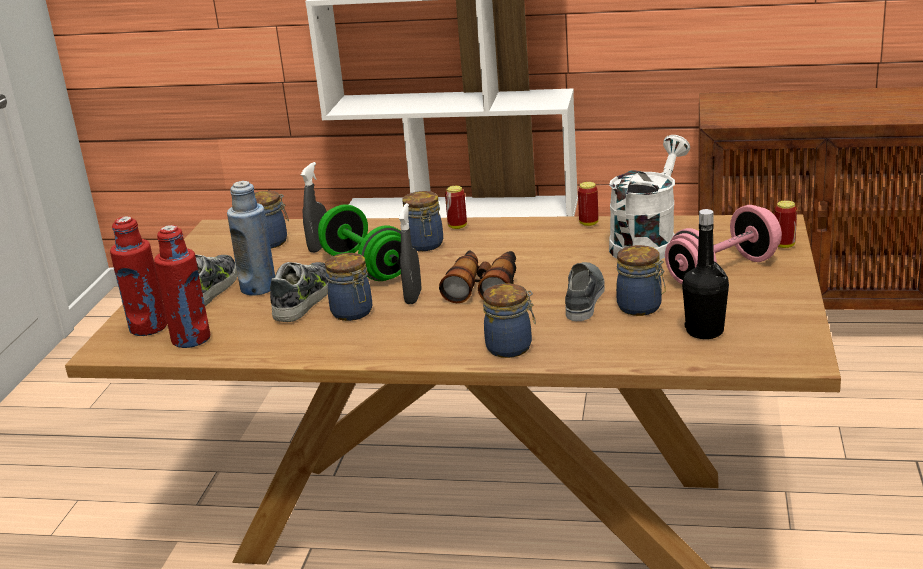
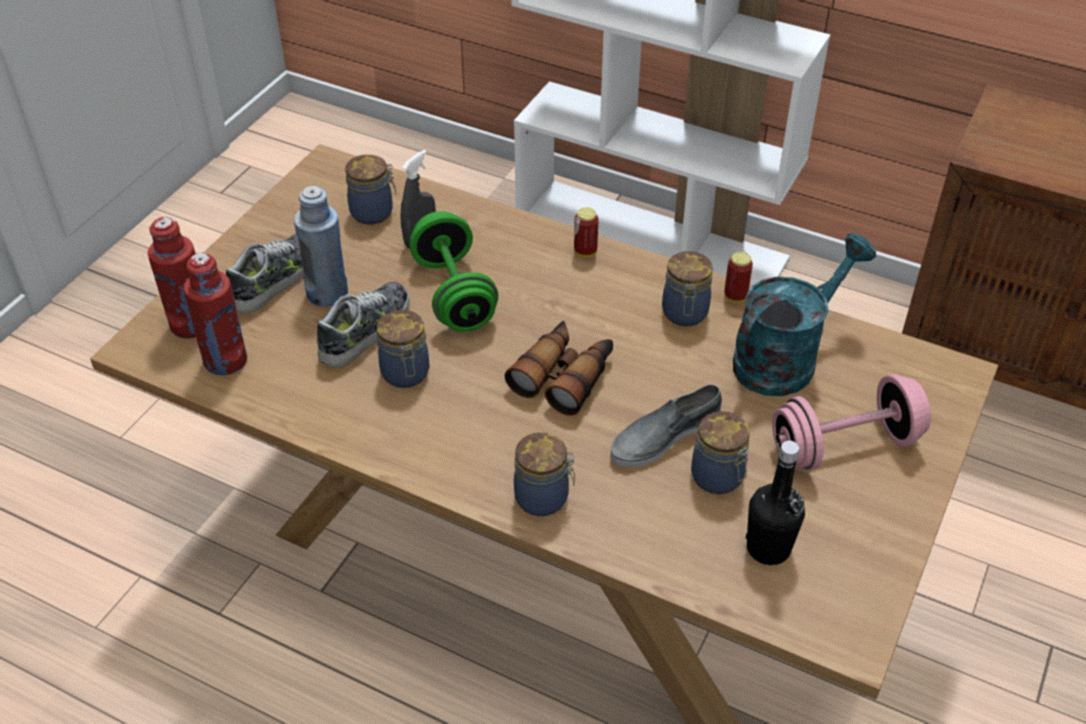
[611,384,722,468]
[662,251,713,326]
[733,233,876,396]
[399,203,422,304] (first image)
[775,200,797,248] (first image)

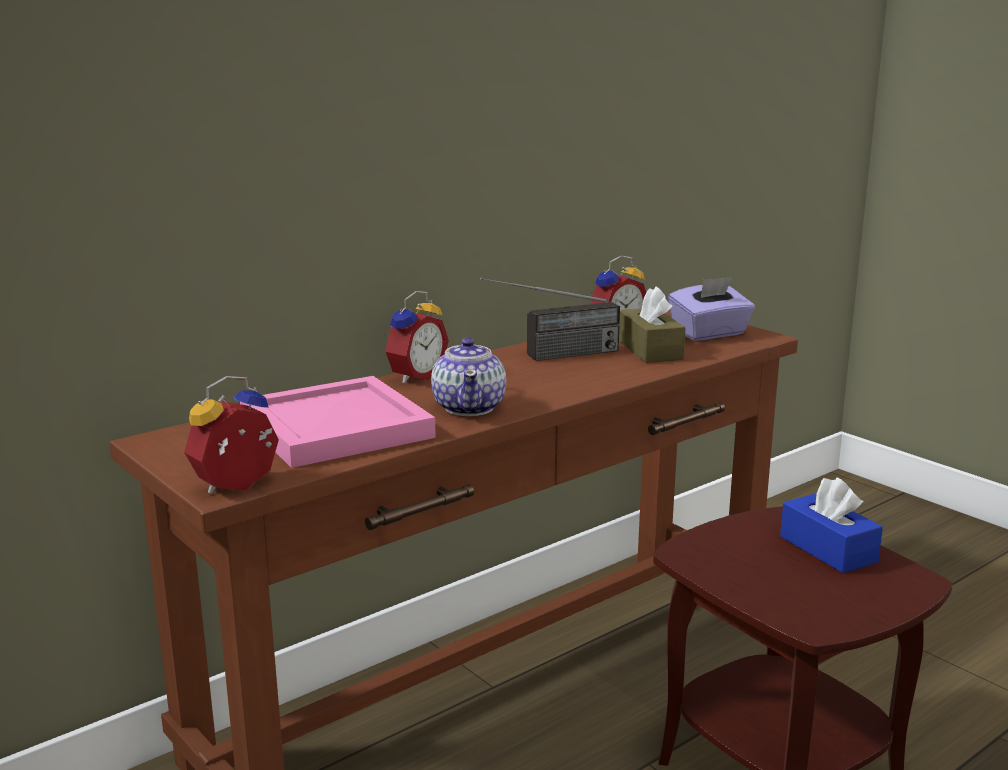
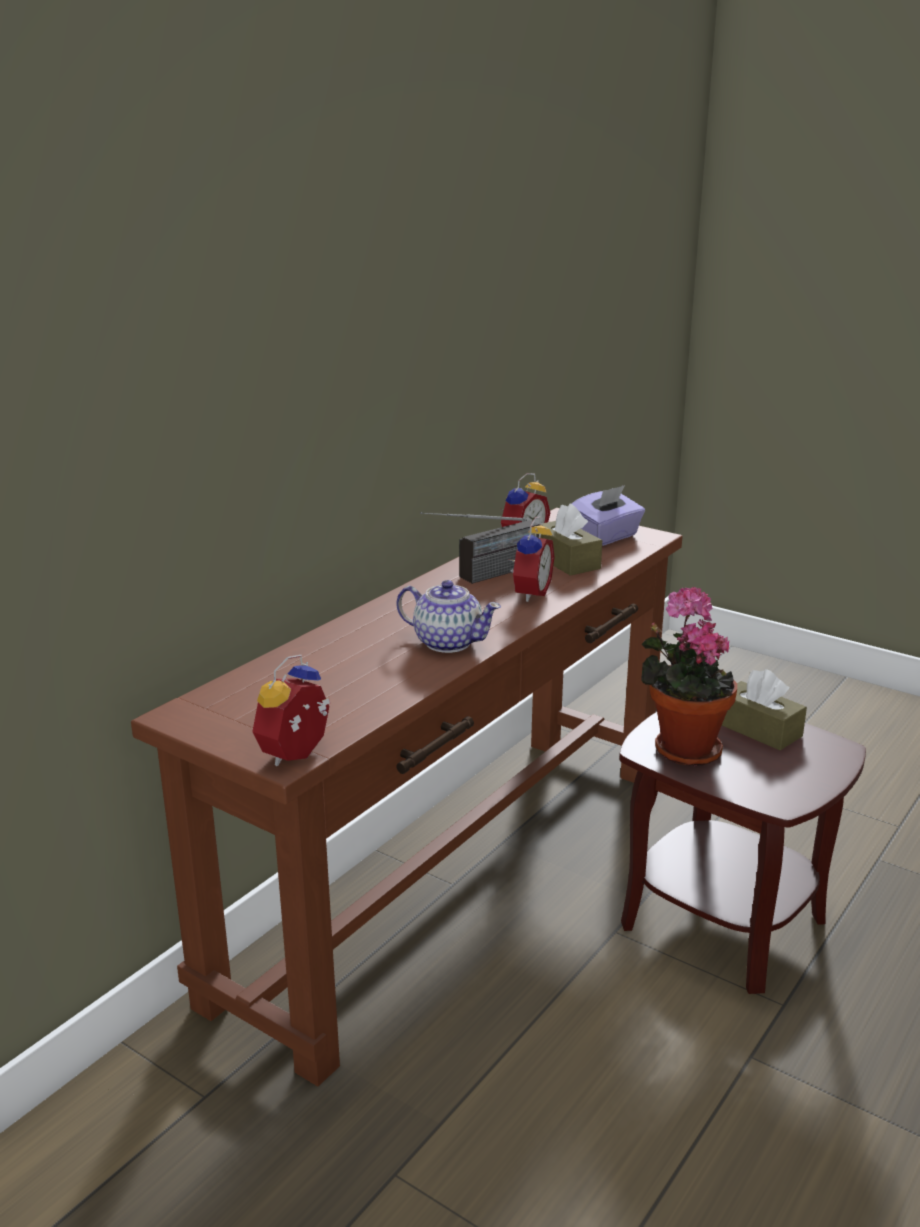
[396,580,501,653]
[507,516,555,602]
[641,587,737,766]
[722,669,807,750]
[240,376,436,468] (first image)

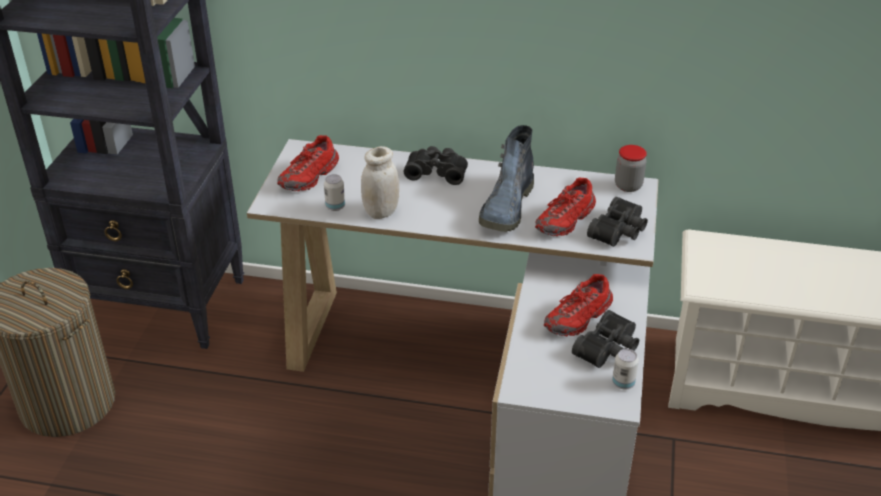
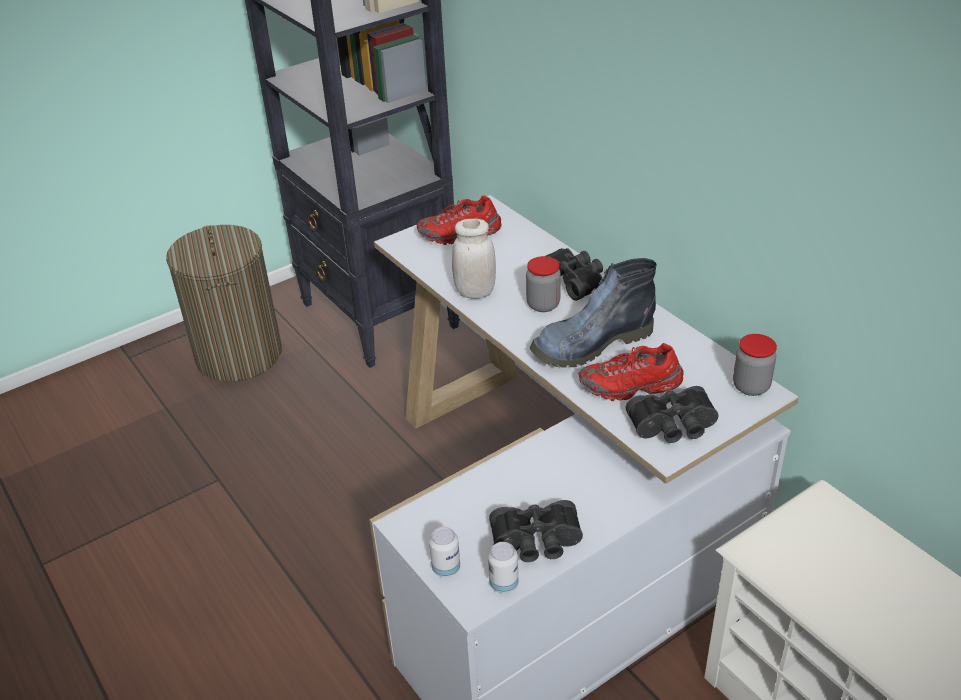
[429,527,460,577]
[526,256,561,312]
[544,274,613,336] (first image)

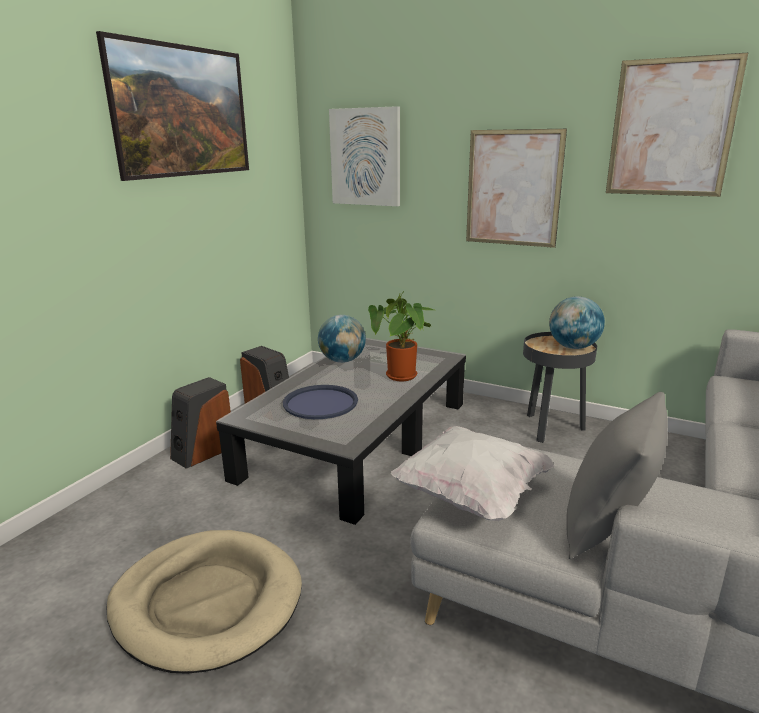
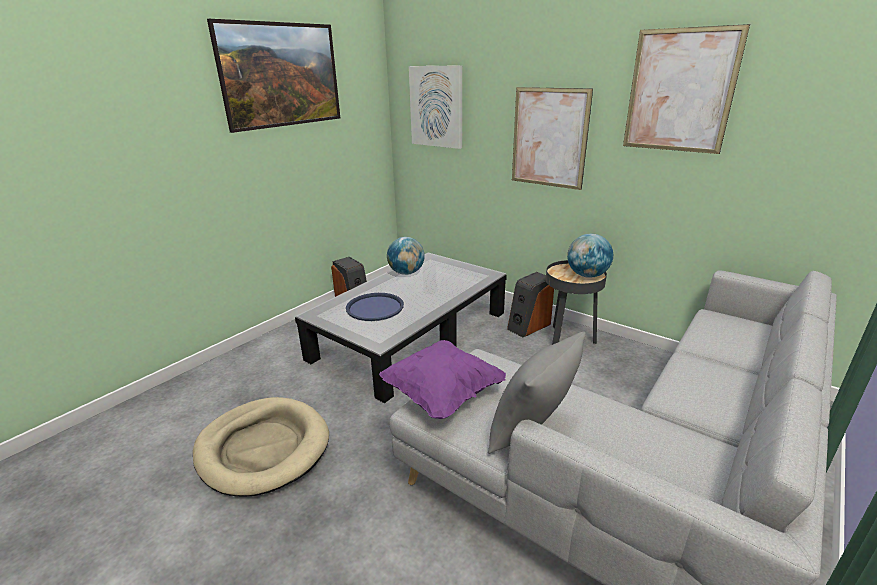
[379,340,506,419]
[507,272,554,337]
[368,291,434,381] (first image)

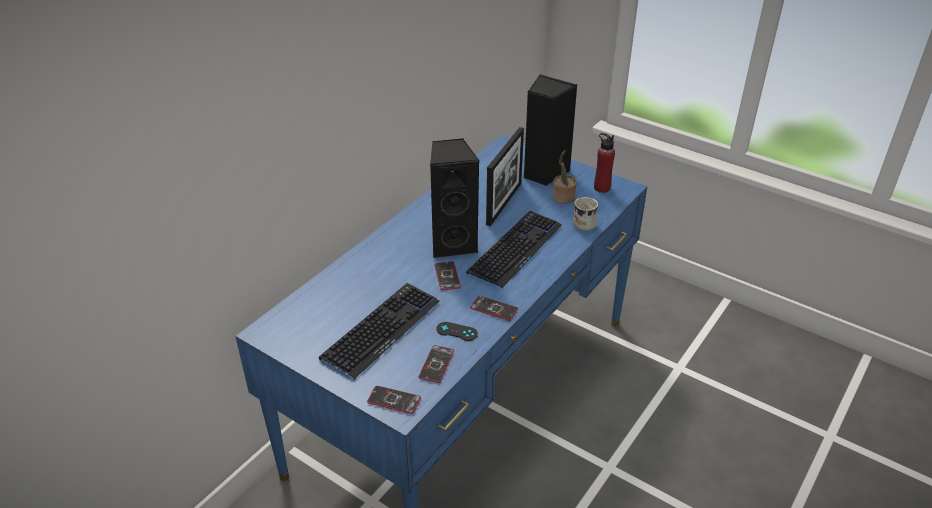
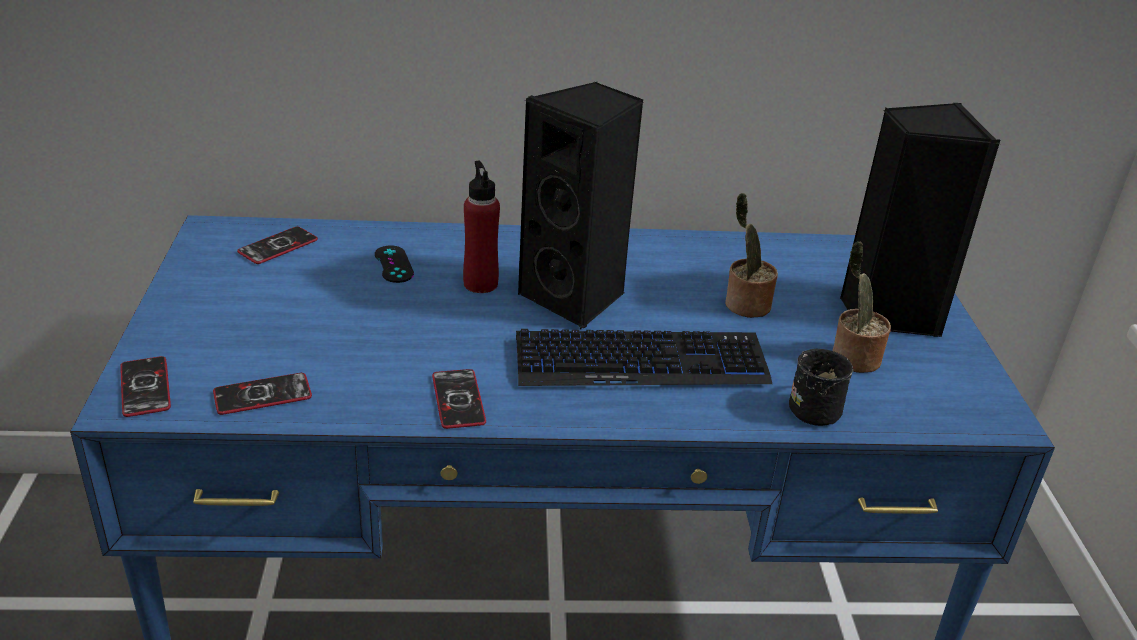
[237,226,318,264]
[375,245,414,283]
[463,161,500,293]
[725,193,778,318]
[789,349,853,426]
[319,283,439,379] (first image)

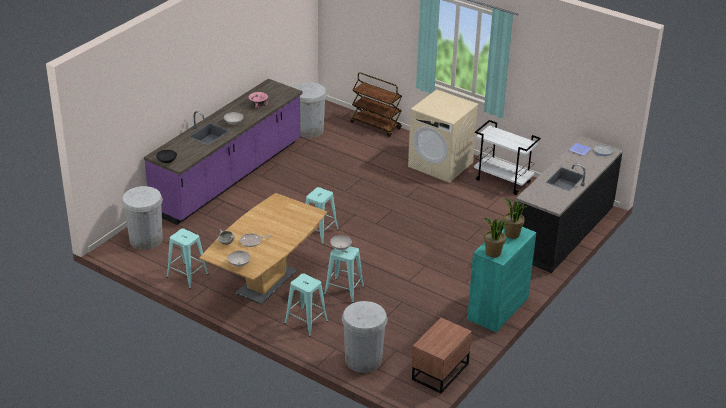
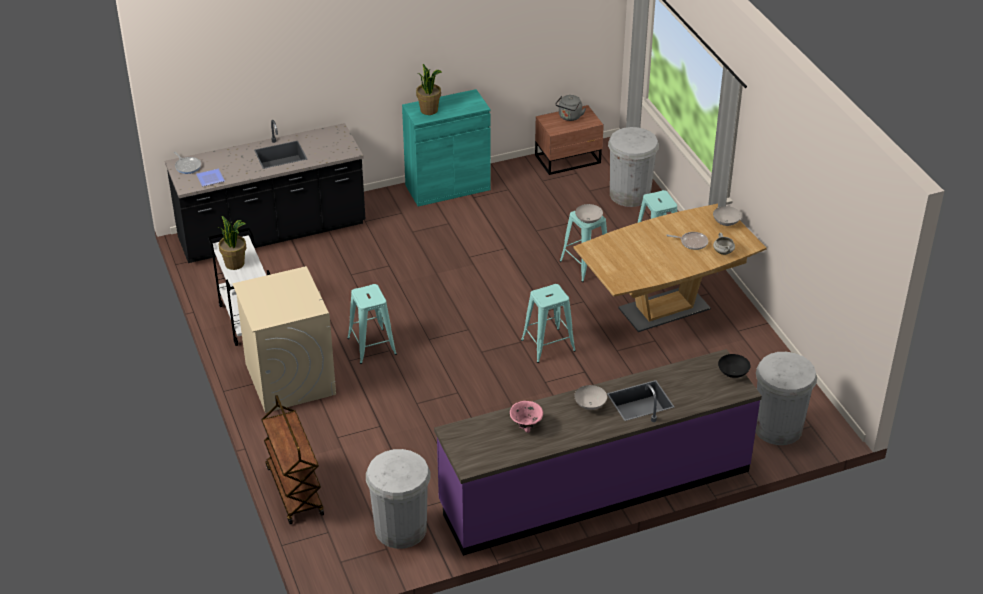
[218,216,247,270]
[347,284,397,364]
[555,95,586,121]

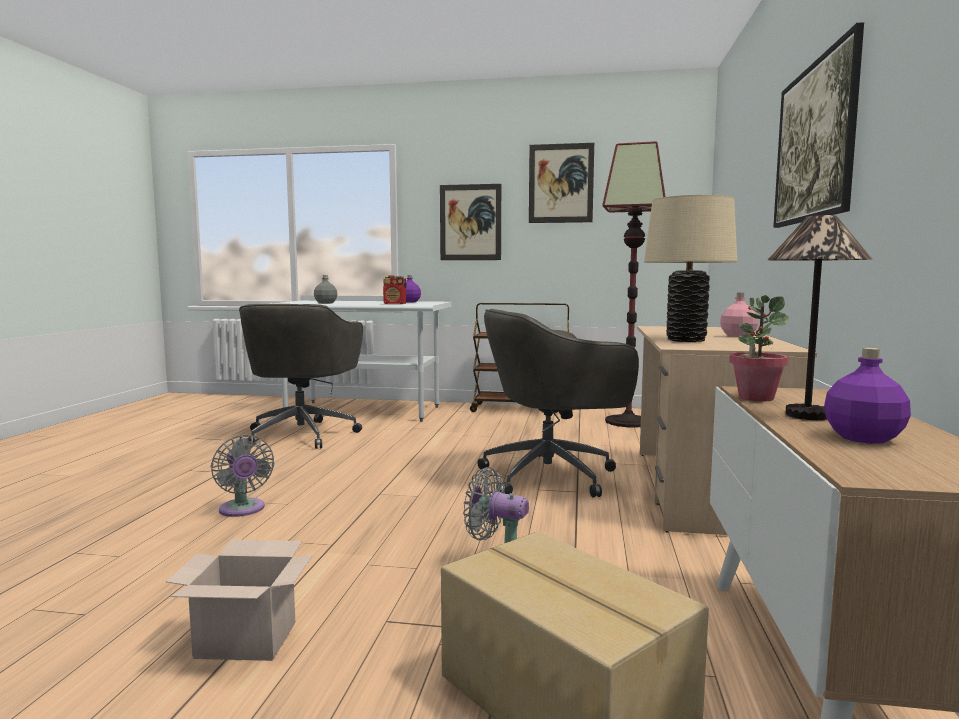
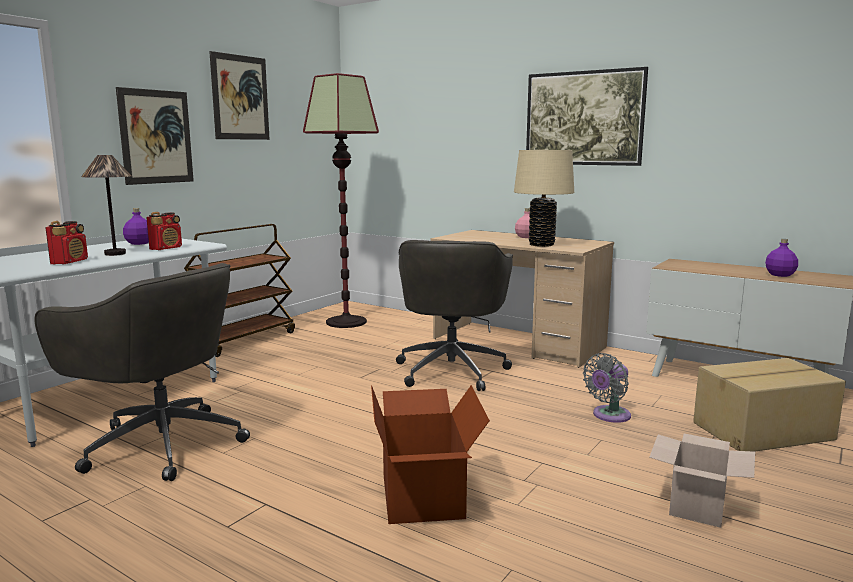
[46,221,88,265]
[81,155,131,256]
[371,385,490,524]
[729,295,789,401] (first image)

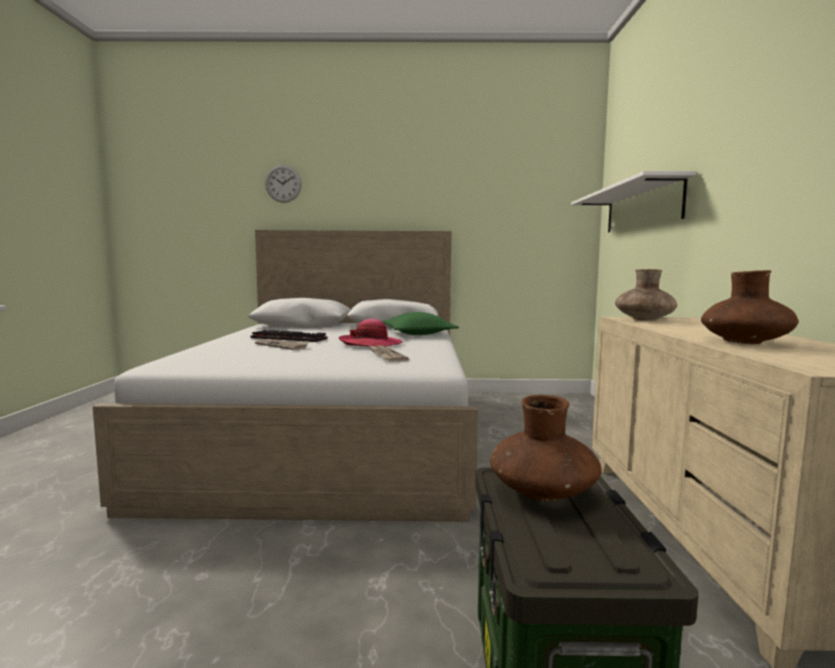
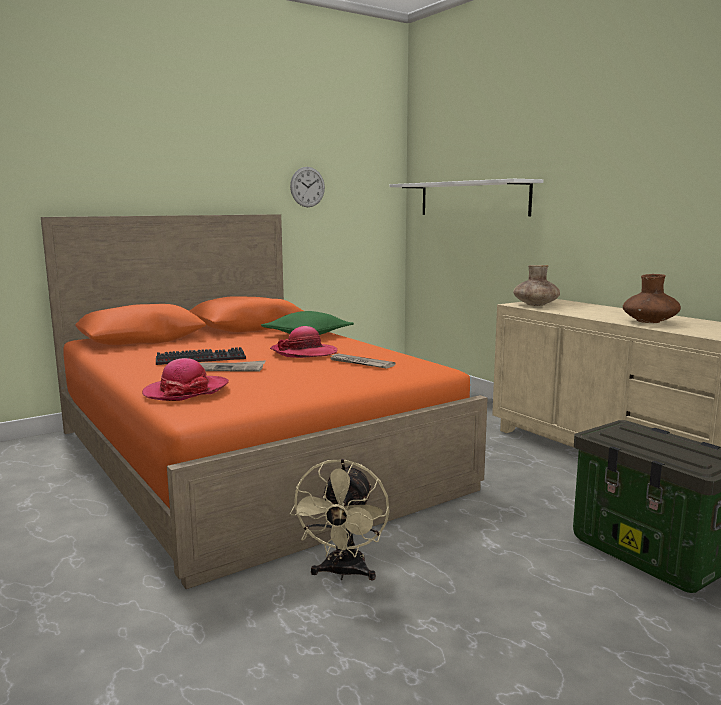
[41,214,488,589]
[142,358,229,401]
[290,167,325,207]
[290,459,390,581]
[490,395,602,501] (first image)

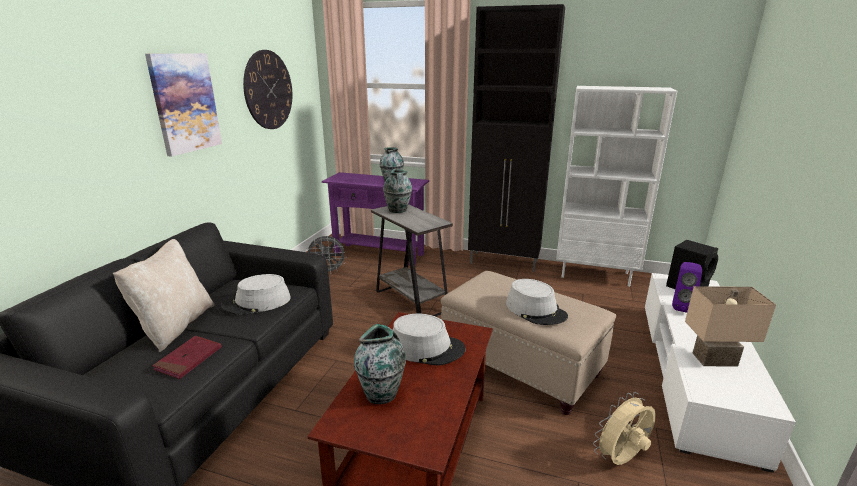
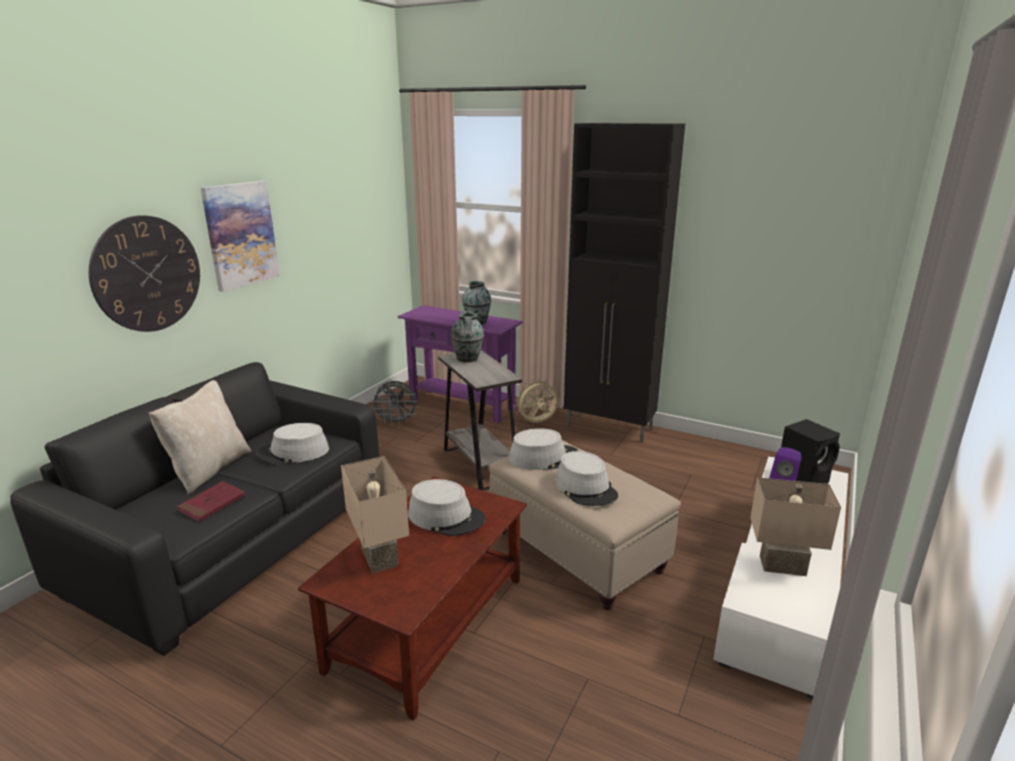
[89,215,200,332]
[341,456,409,573]
[509,428,578,470]
[514,378,559,423]
[556,86,677,287] (first image)

